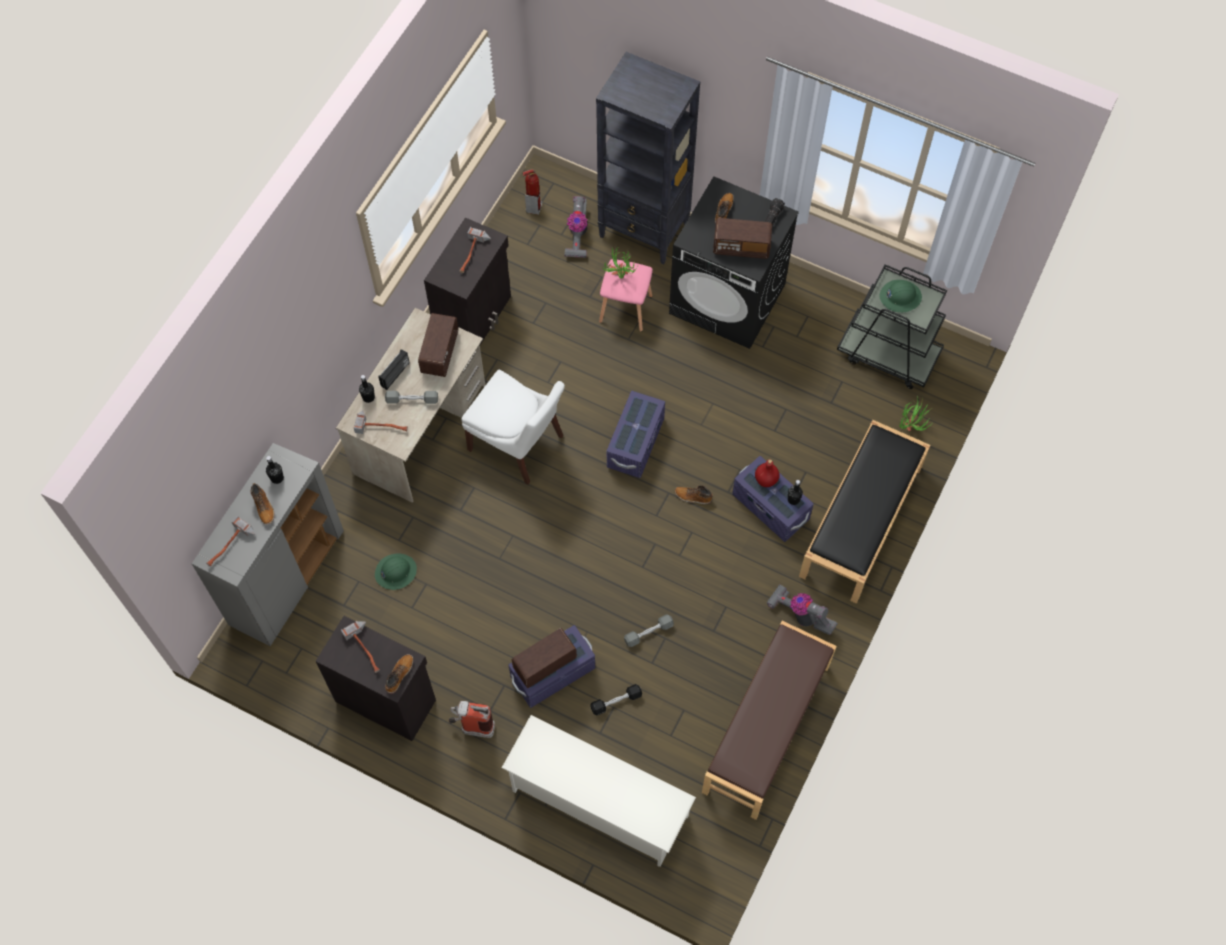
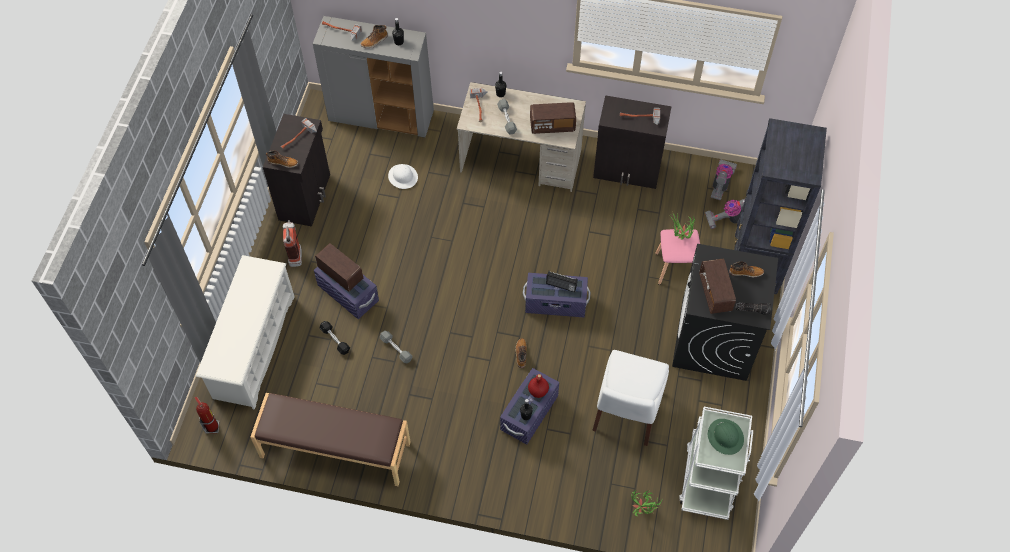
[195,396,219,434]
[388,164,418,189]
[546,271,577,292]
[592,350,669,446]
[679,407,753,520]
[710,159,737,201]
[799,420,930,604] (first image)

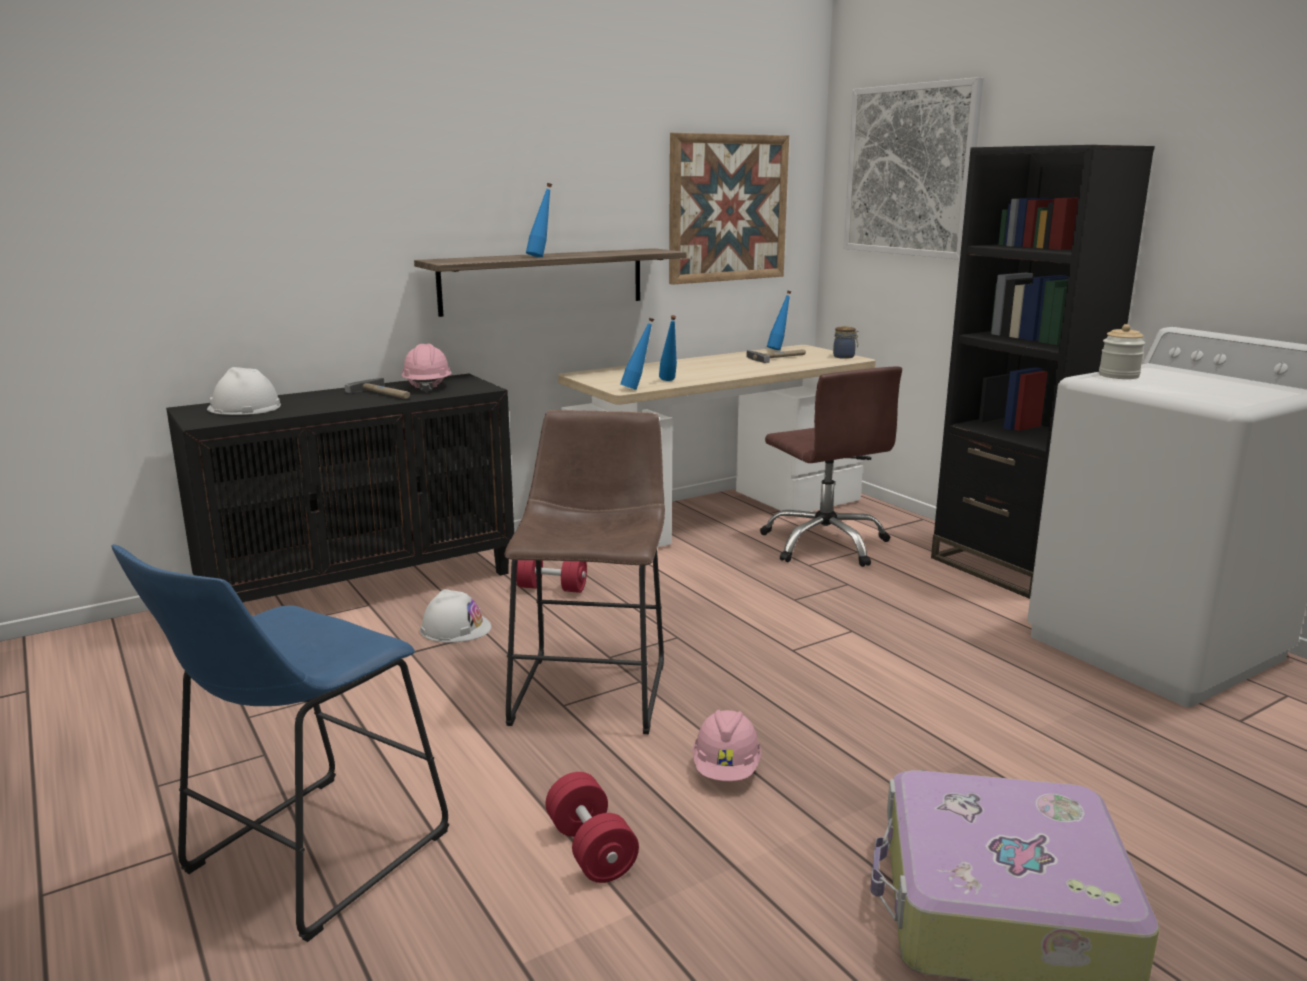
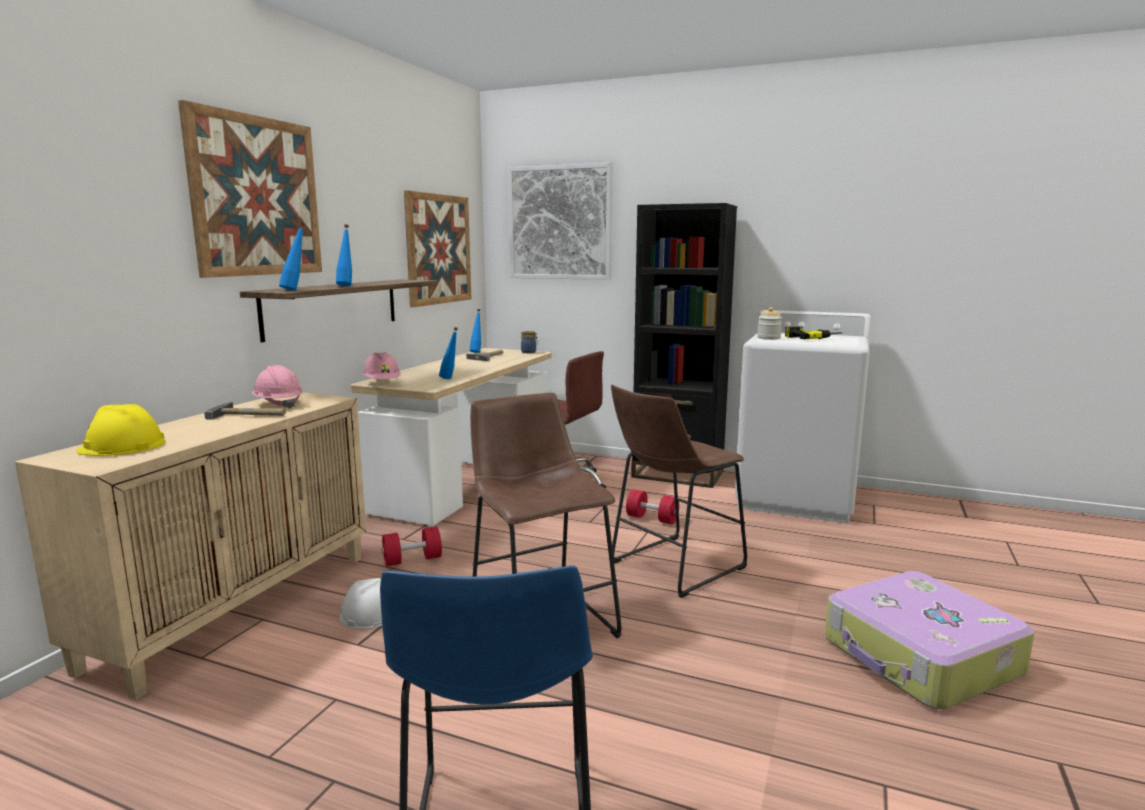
[15,392,366,700]
[76,404,165,456]
[178,100,322,278]
[279,222,305,290]
[363,352,401,380]
[611,385,747,598]
[626,489,679,524]
[785,326,842,339]

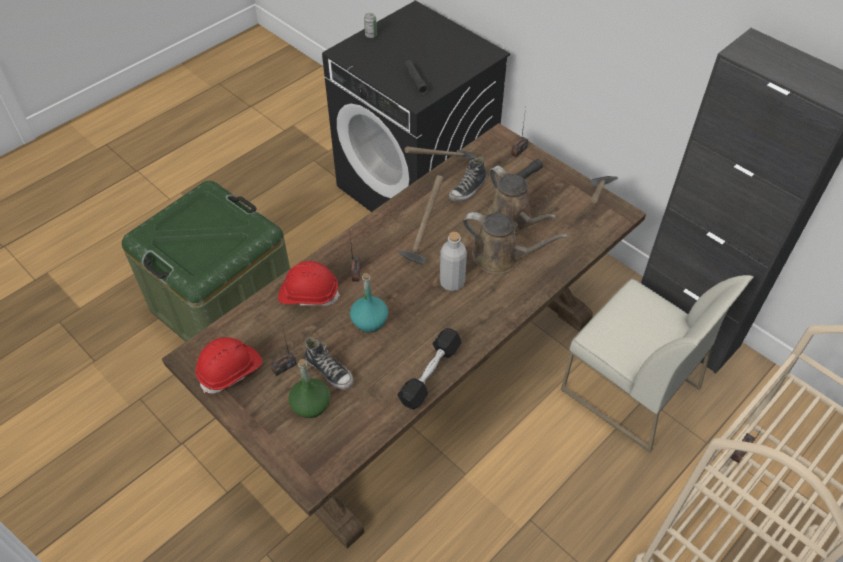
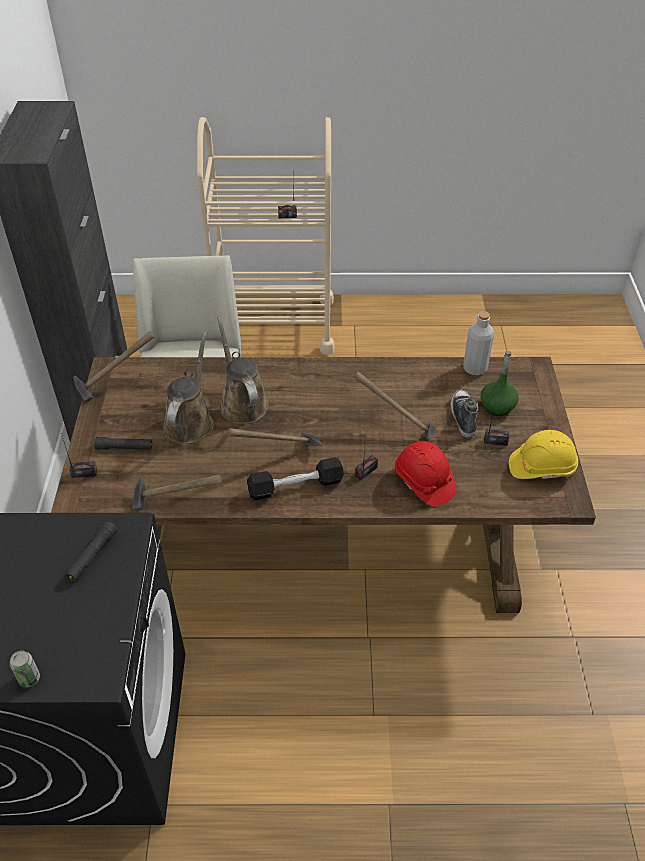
[247,457,344,500]
[354,372,436,440]
[463,311,494,375]
[509,430,578,479]
[122,181,290,341] (first image)
[449,156,487,202] (first image)

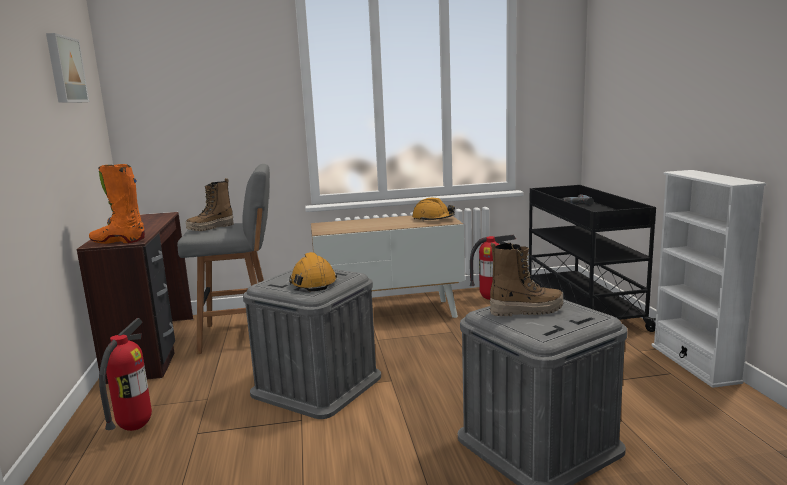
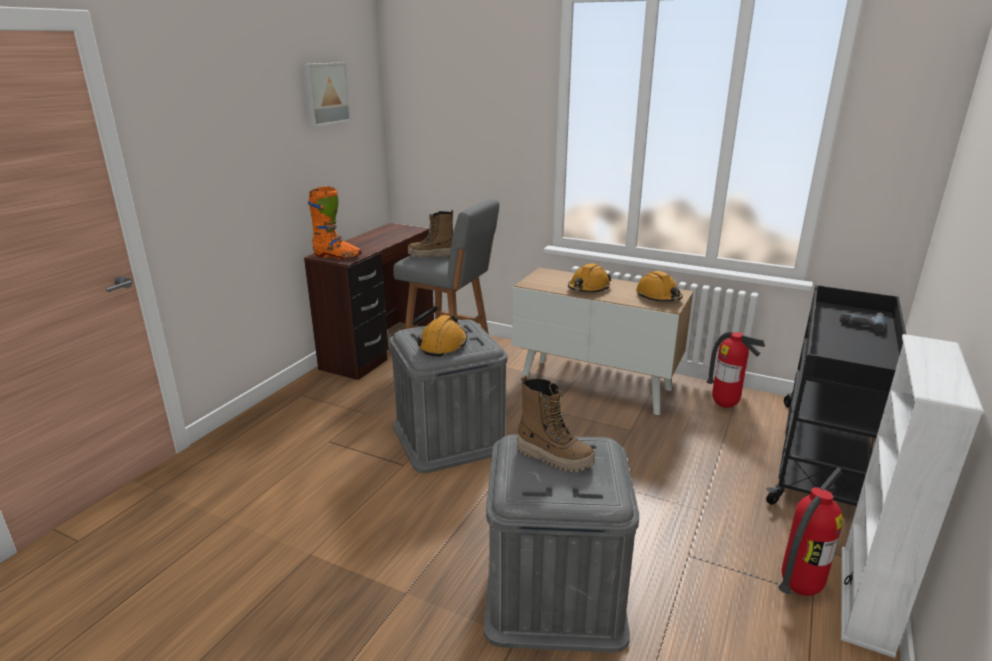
[308,186,362,259]
[568,263,611,292]
[778,467,843,596]

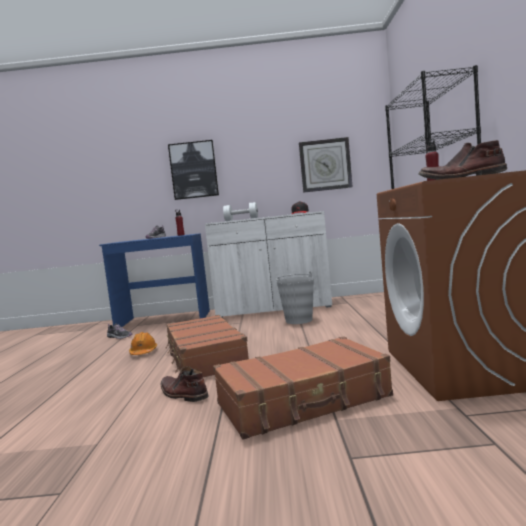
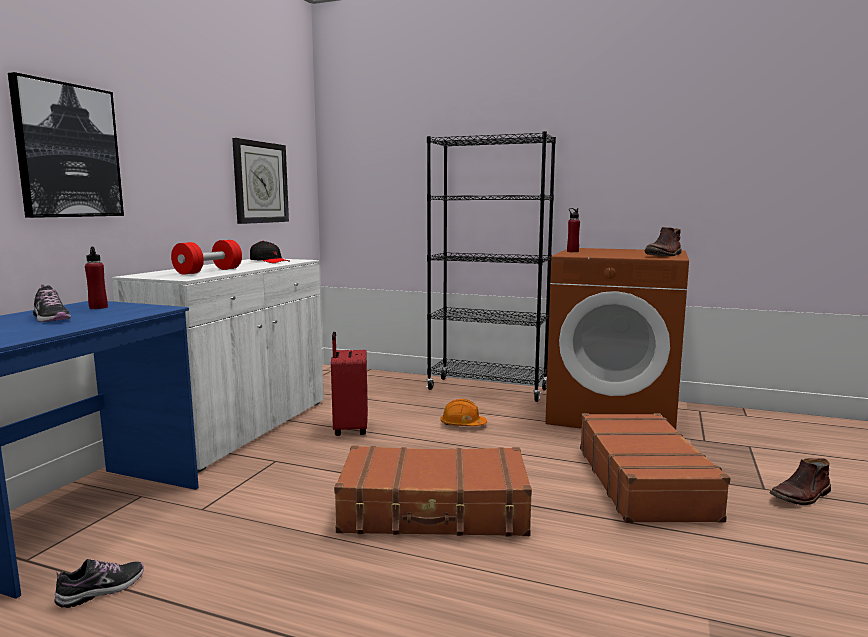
[171,240,242,275]
[331,332,368,436]
[441,399,487,426]
[770,458,831,505]

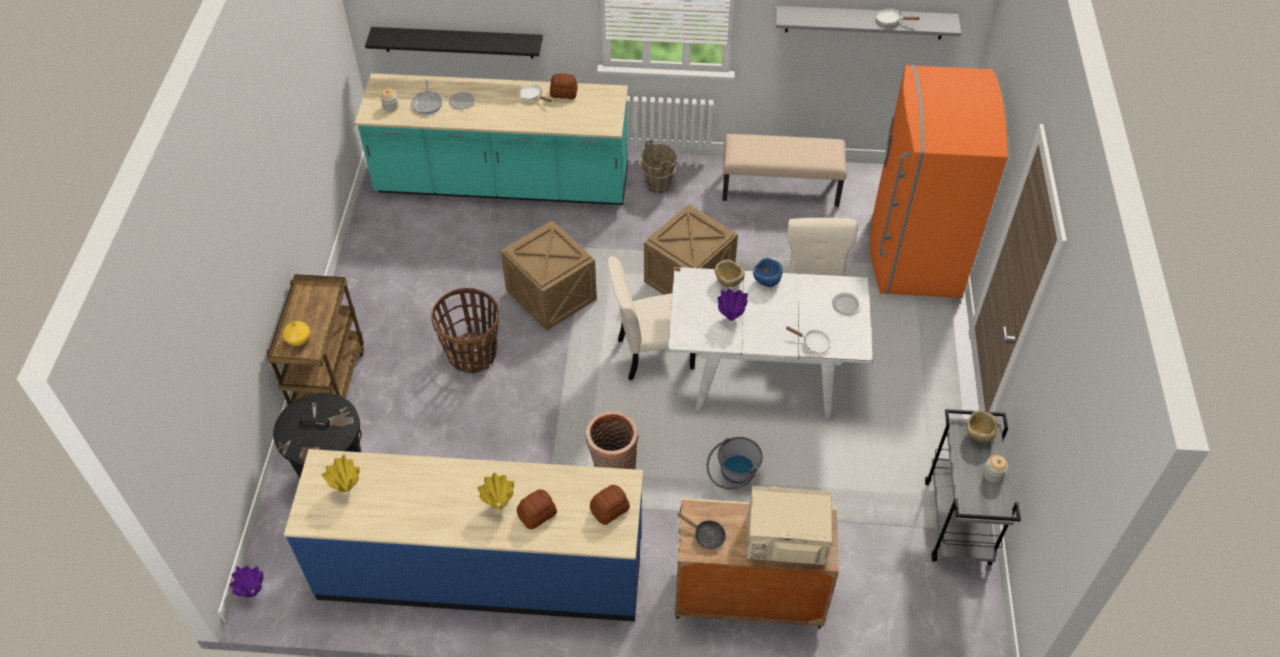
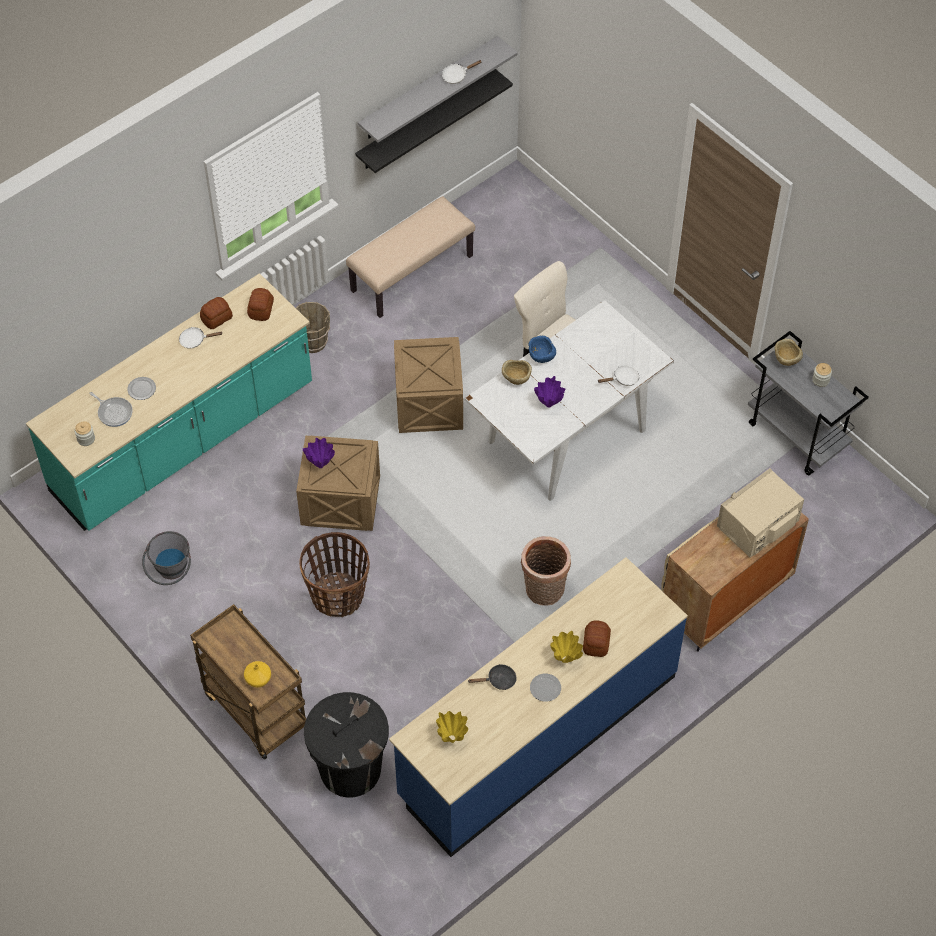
[142,531,191,585]
[247,288,274,321]
[303,438,335,468]
[355,69,513,173]
[469,664,517,690]
[530,674,561,702]
[608,256,696,380] (first image)
[870,65,1008,298] (first image)

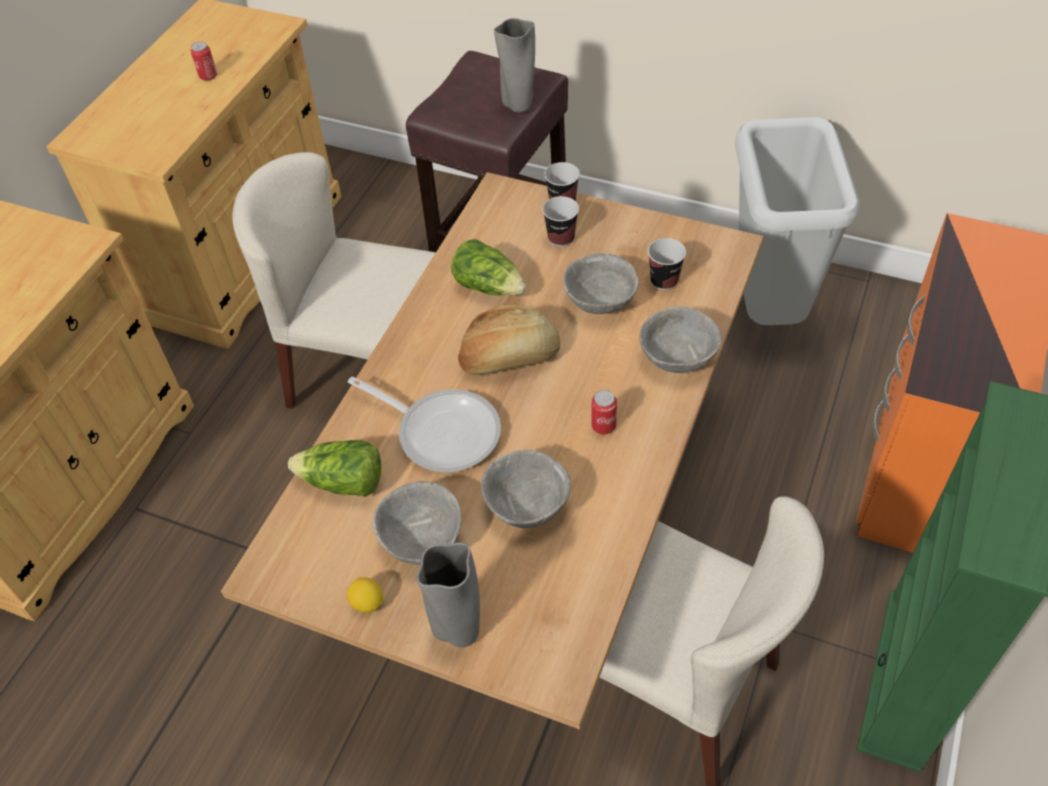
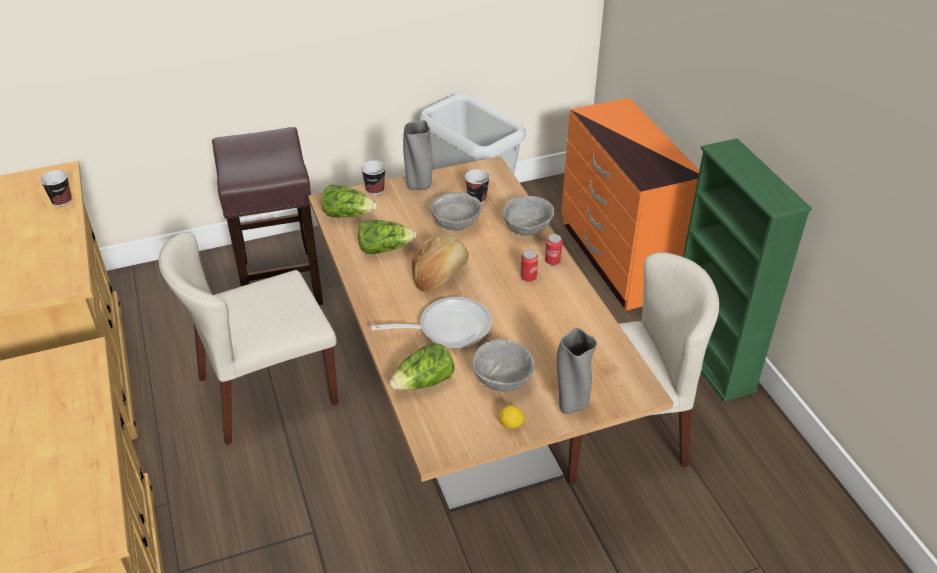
[40,170,71,206]
[322,184,377,218]
[403,120,432,190]
[545,234,563,265]
[481,450,571,528] (first image)

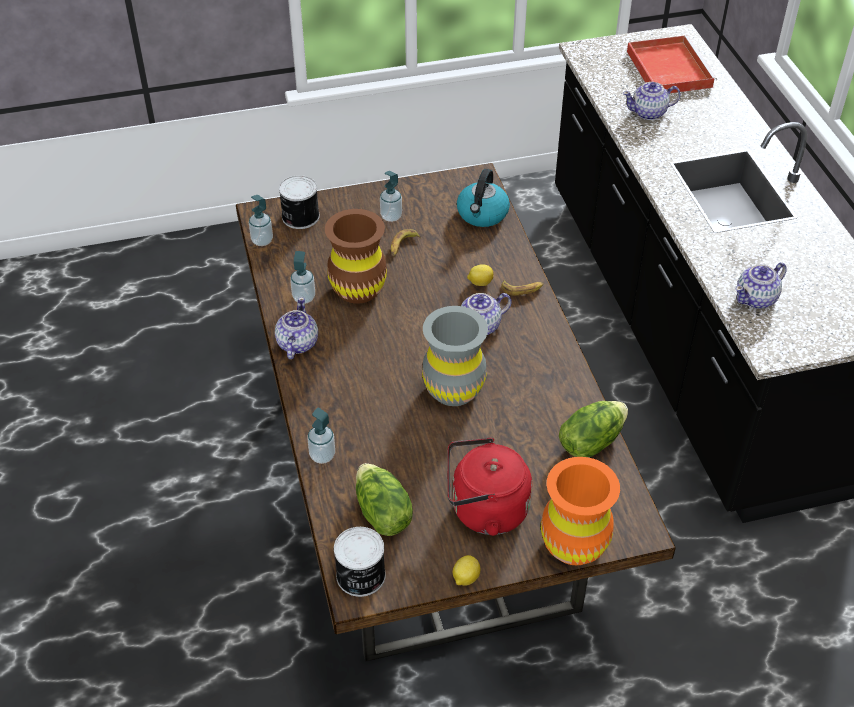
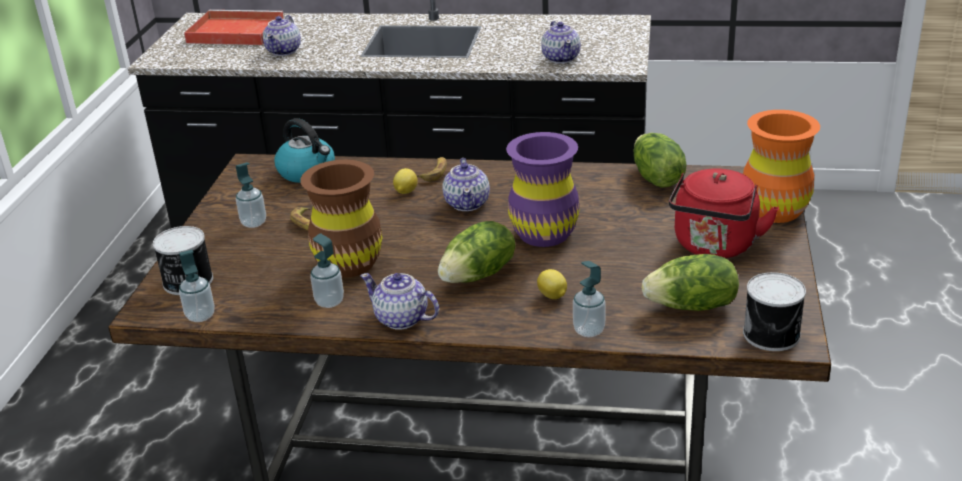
[438,221,515,283]
[506,132,580,247]
[537,269,567,299]

